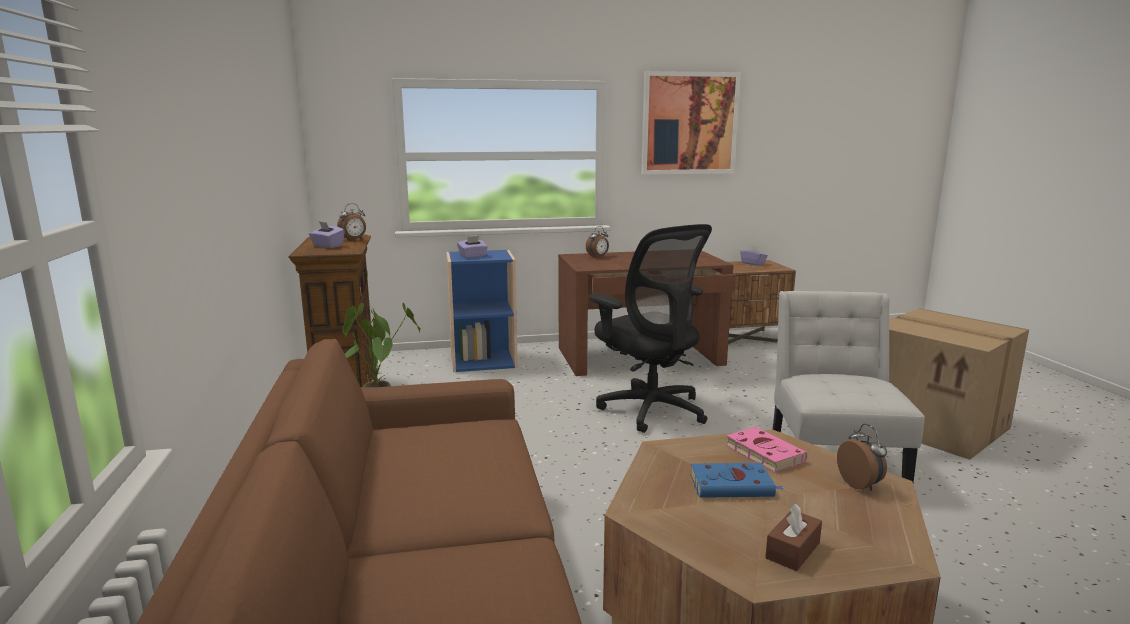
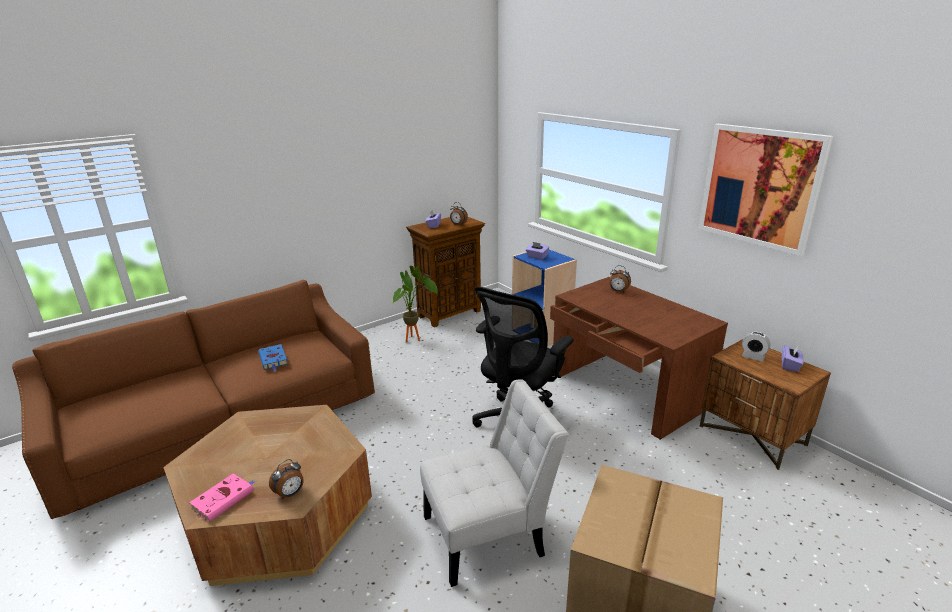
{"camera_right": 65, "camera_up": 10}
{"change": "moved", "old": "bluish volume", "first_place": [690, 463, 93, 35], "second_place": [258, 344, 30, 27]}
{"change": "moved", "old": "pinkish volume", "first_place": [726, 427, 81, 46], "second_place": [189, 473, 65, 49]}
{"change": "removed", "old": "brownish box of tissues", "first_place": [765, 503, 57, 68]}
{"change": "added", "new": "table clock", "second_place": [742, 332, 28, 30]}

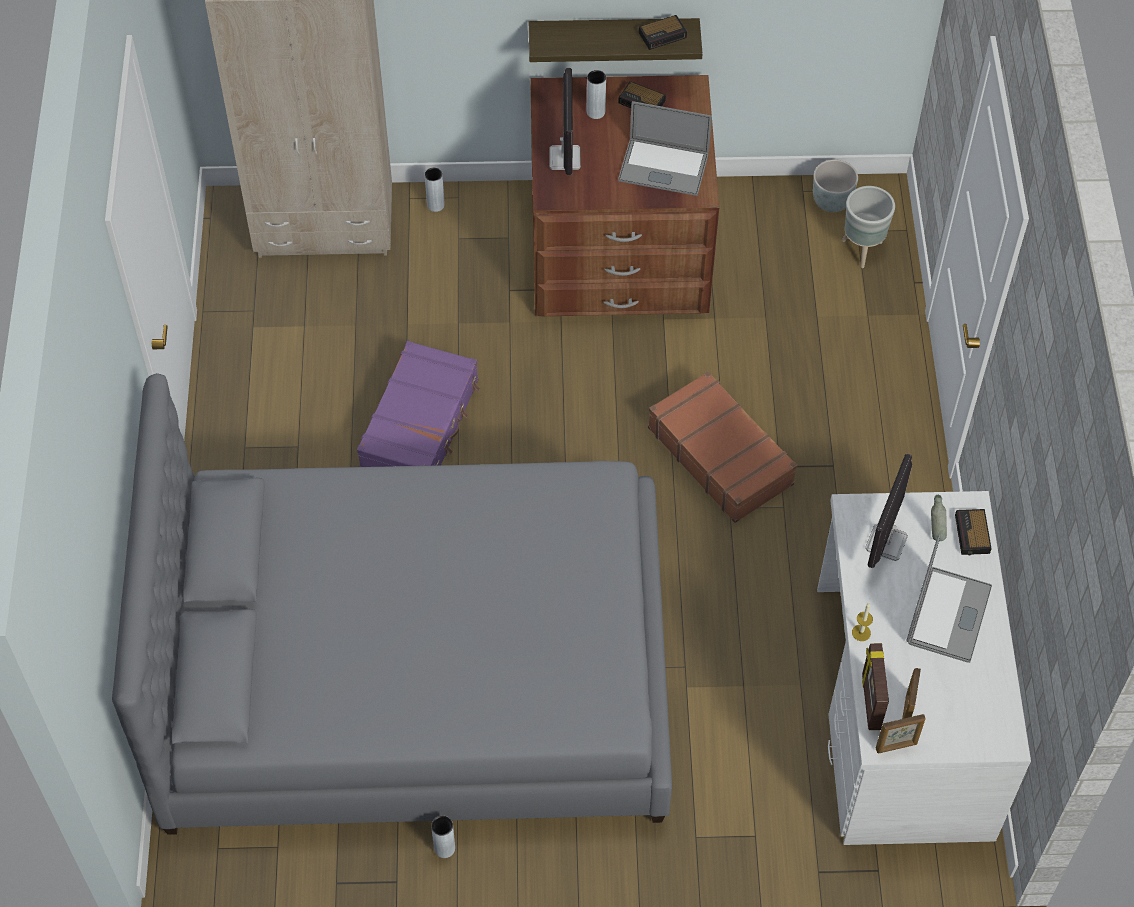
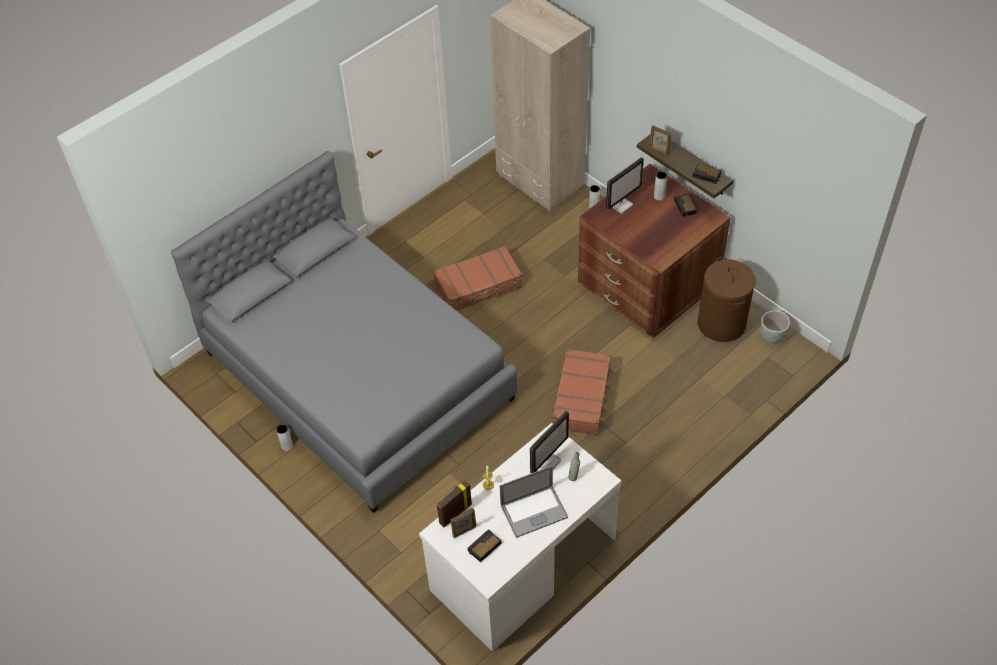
{"camera_right": 50, "camera_up": -5}
{"change": "recoloured", "old": "purple-coloured travel case", "new": "brownish travel case", "first_place": [357, 341, 123, 126], "second_place": [433, 246, 90, 65]}
{"change": "removed", "old": "portable computer", "first_place": [618, 101, 94, 95]}
{"change": "removed", "old": "greyish flower pot", "first_place": [842, 186, 53, 82]}
{"change": "turned", "old": "computer screen", "first_place": [865, 454, 47, 114], "second_place": [530, 411, 39, 62], "degrees": 150}
{"change": "moved", "old": "picture frame", "first_place": [876, 714, 50, 39], "second_place": [649, 126, 22, 29]}
{"change": "moved", "old": "table clock", "first_place": [955, 509, 37, 46], "second_place": [468, 529, 34, 33]}
{"change": "added", "new": "brownish hamper", "second_place": [697, 257, 59, 85]}

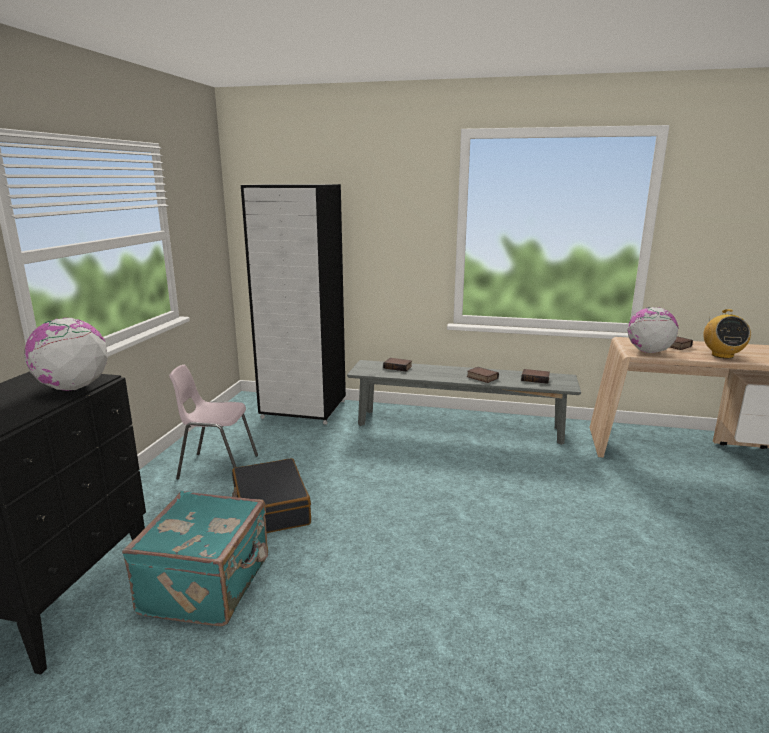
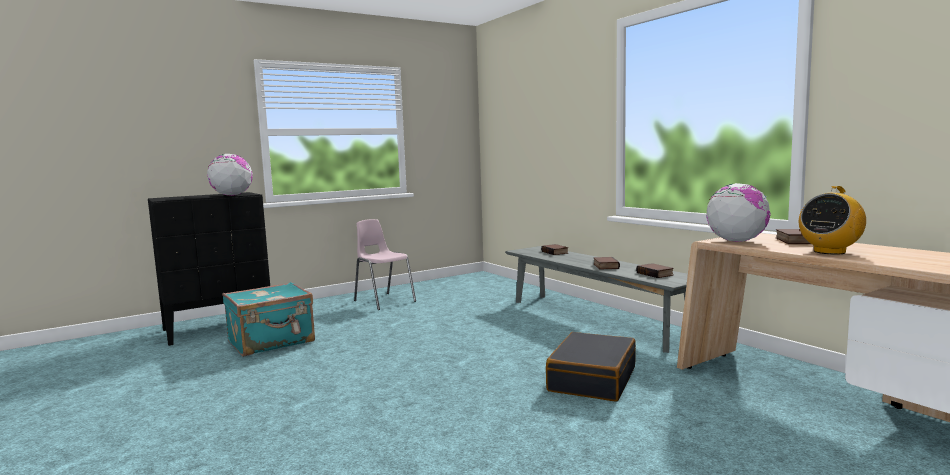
{"camera_right": 45, "camera_up": -10}
{"change": "moved", "old": "black-coloured travel case", "first_place": [232, 458, 79, 75], "second_place": [546, 332, 90, 70]}
{"change": "removed", "old": "wardrobe", "first_place": [241, 184, 105, 241]}

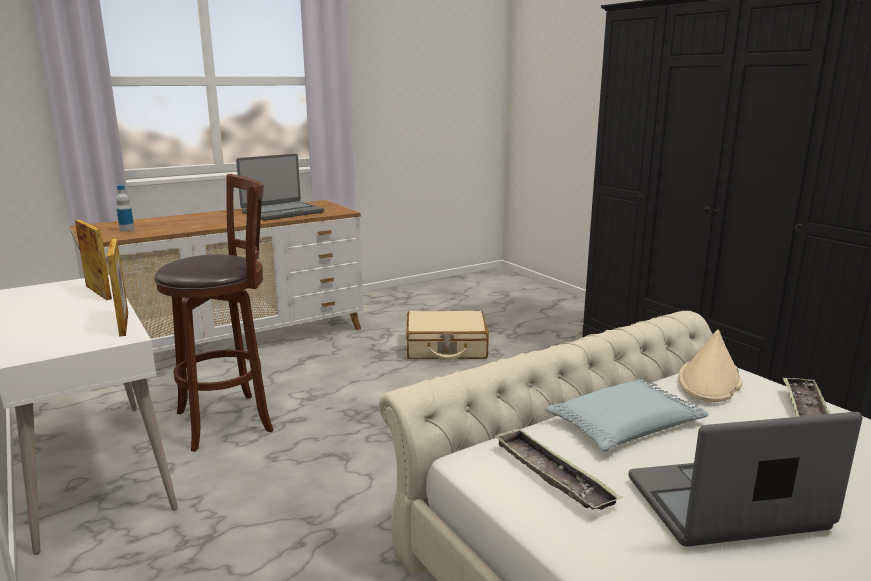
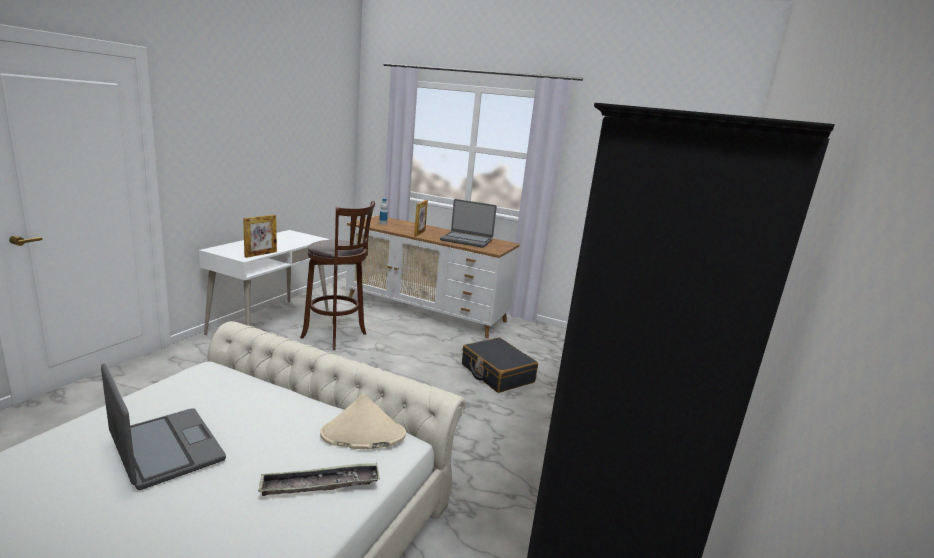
{"camera_right": 55, "camera_up": 0}
{"change": "moved", "old": "picture frame", "first_place": [75, 220, 37, 80], "second_place": [414, 200, 14, 37]}
{"change": "recoloured", "old": "sand-coloured travel case", "new": "black-coloured travel case", "first_place": [406, 311, 83, 50], "second_place": [462, 337, 76, 56]}
{"change": "removed", "old": "carrying tray", "first_place": [493, 427, 129, 83]}
{"change": "removed", "old": "bluish throw pillow", "first_place": [545, 375, 164, 76]}

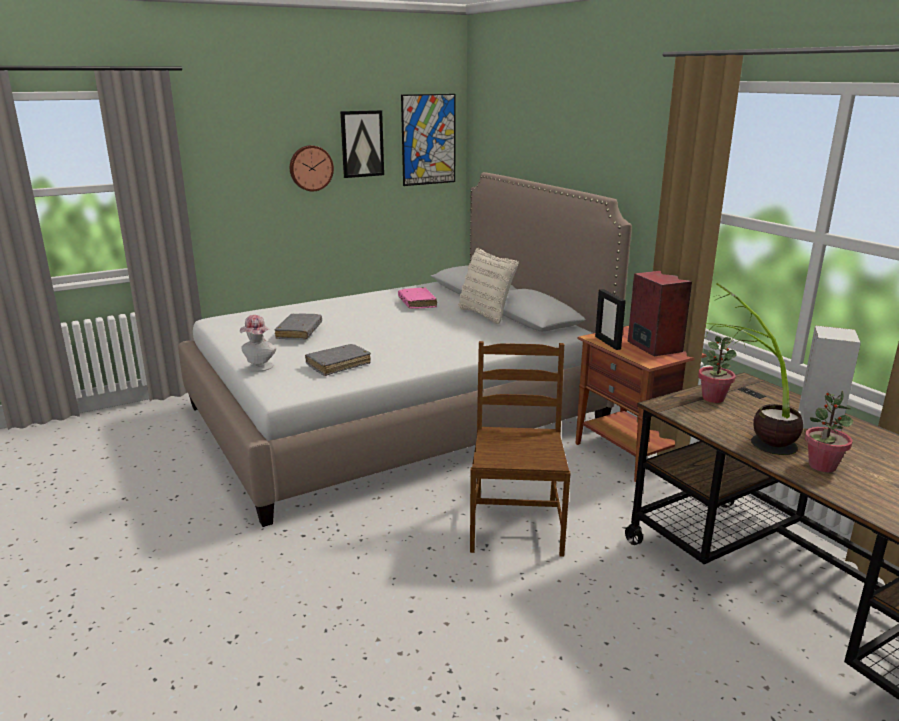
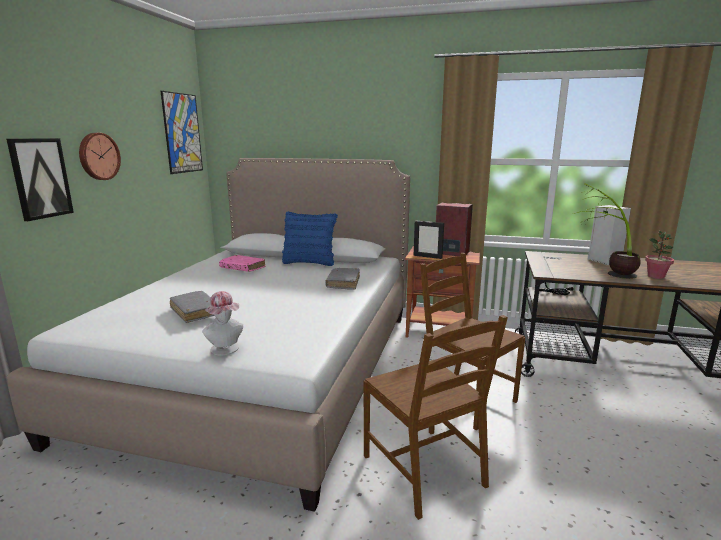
{"camera_right": -45, "camera_up": -5}
{"change": "moved", "old": "greyish volume", "first_place": [305, 344, 66, 32], "second_place": [325, 268, 35, 22]}
{"change": "moved", "old": "picture", "first_place": [340, 110, 44, 68], "second_place": [6, 138, 68, 83]}
{"change": "recoloured", "old": "sand-coloured throw pillow", "new": "bluish throw pillow", "first_place": [458, 248, 61, 76], "second_place": [282, 211, 56, 55]}
{"change": "removed", "old": "potted plant", "first_place": [698, 336, 39, 67]}
{"change": "added", "new": "brownish upright chair", "second_place": [364, 315, 144, 205]}

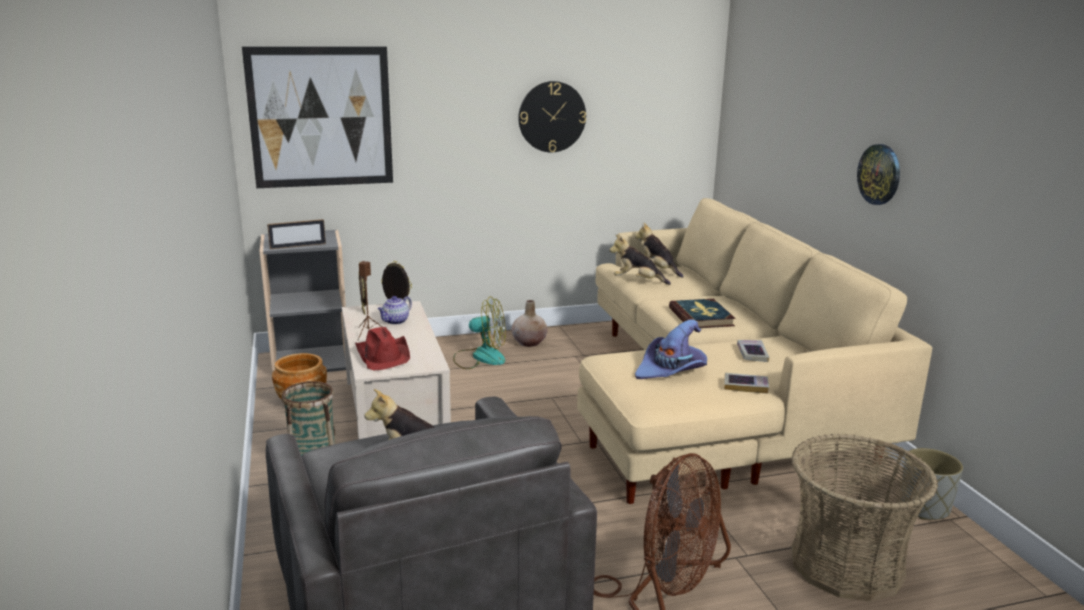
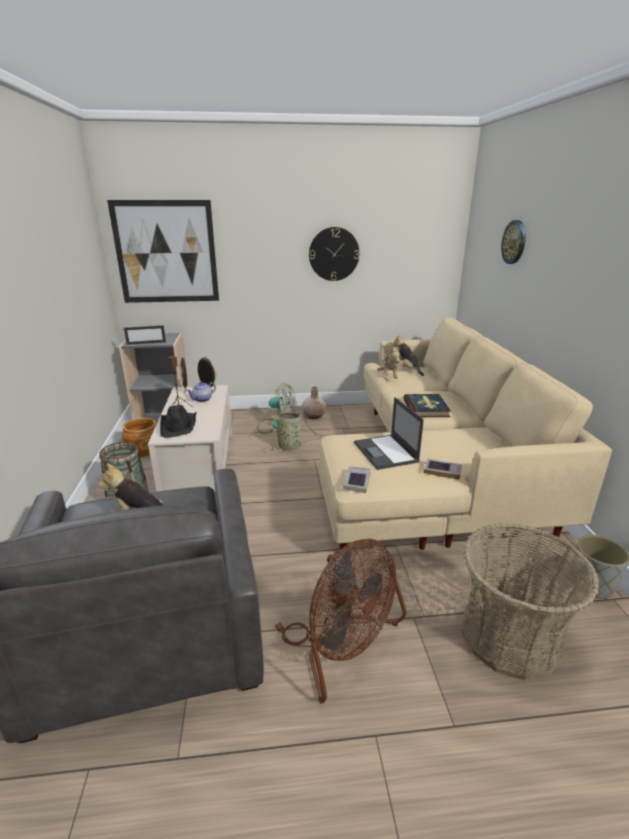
{"camera_right": 10, "camera_up": 5}
{"change": "recoloured", "old": "red clothing hat", "new": "black-coloured clothing hat", "first_place": [355, 327, 55, 43], "second_place": [160, 405, 37, 33]}
{"change": "turned", "old": "soft toy", "first_place": [609, 235, 62, 50], "second_place": [377, 348, 23, 30], "degrees": -120}
{"change": "replaced", "old": "purple-coloured clothing hat", "new": "portable computer", "first_place": [635, 319, 72, 60], "second_place": [354, 397, 70, 73]}
{"change": "moved", "old": "volume", "first_place": [737, 340, 32, 22], "second_place": [343, 466, 28, 27]}
{"change": "moved", "old": "wall clock", "first_place": [857, 144, 43, 61], "second_place": [501, 220, 25, 44]}
{"change": "added", "new": "basket", "second_place": [266, 412, 56, 39]}

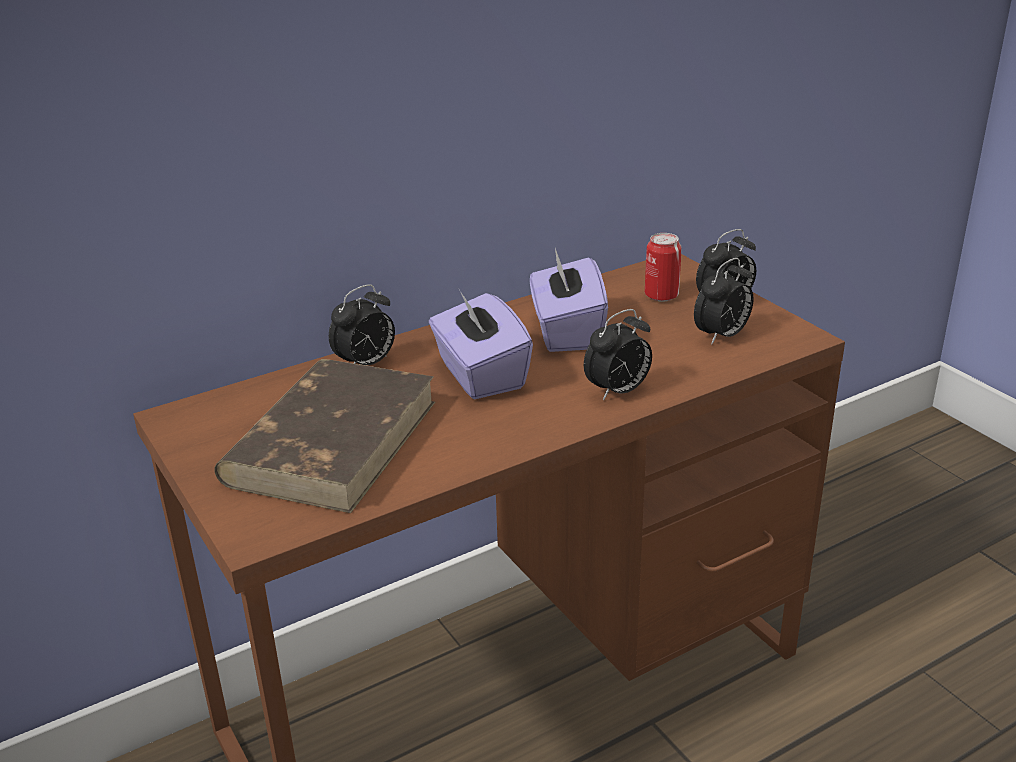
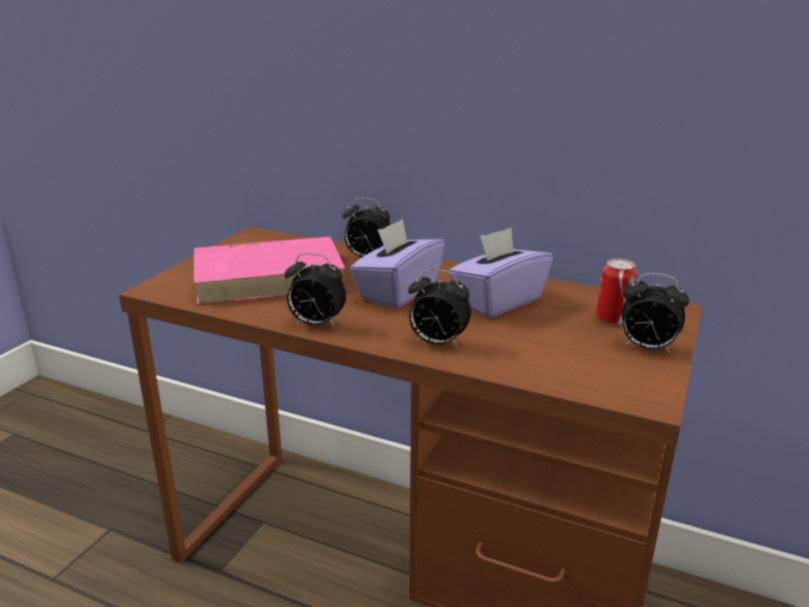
{"camera_right": 55, "camera_up": -5}
{"change": "recoloured", "old": "brownish volume", "new": "pinkish volume", "first_place": [215, 359, 220, 154], "second_place": [194, 237, 152, 68]}
{"change": "moved", "old": "table clock", "first_place": [694, 258, 59, 87], "second_place": [284, 253, 63, 75]}

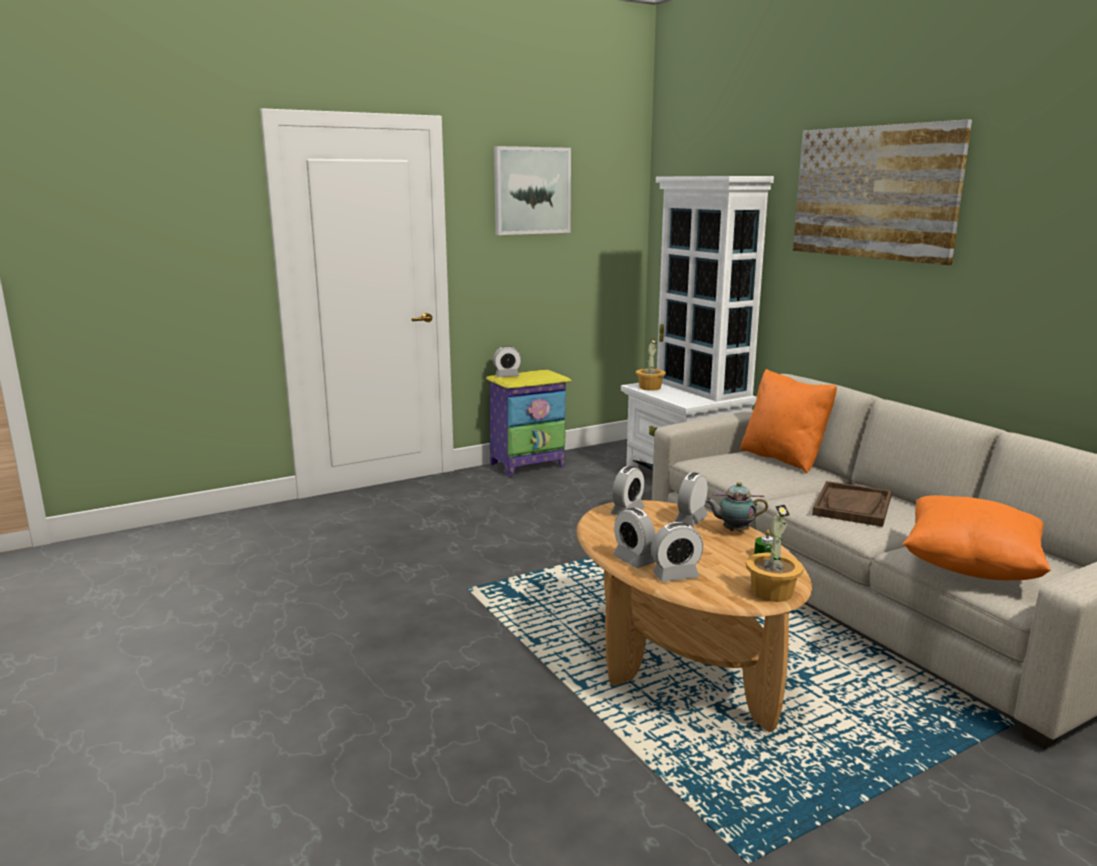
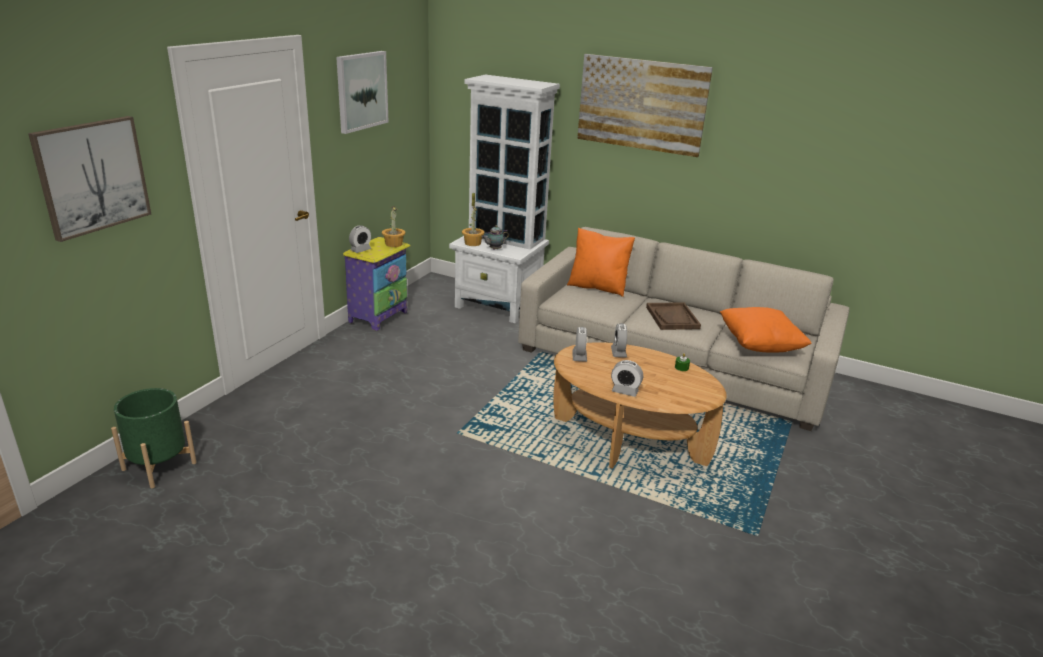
{"camera_right": -35, "camera_up": 10}
{"change": "removed", "old": "table clock", "first_place": [651, 522, 52, 60]}
{"change": "moved", "old": "pot for tea", "first_place": [705, 482, 63, 50], "second_place": [482, 225, 27, 25]}
{"change": "moved", "old": "potted plant", "first_place": [746, 505, 57, 97], "second_place": [382, 206, 23, 41]}
{"change": "added", "new": "picture", "second_place": [28, 116, 123, 126]}
{"change": "added", "new": "green-coloured flower pot", "second_place": [111, 388, 86, 100]}

